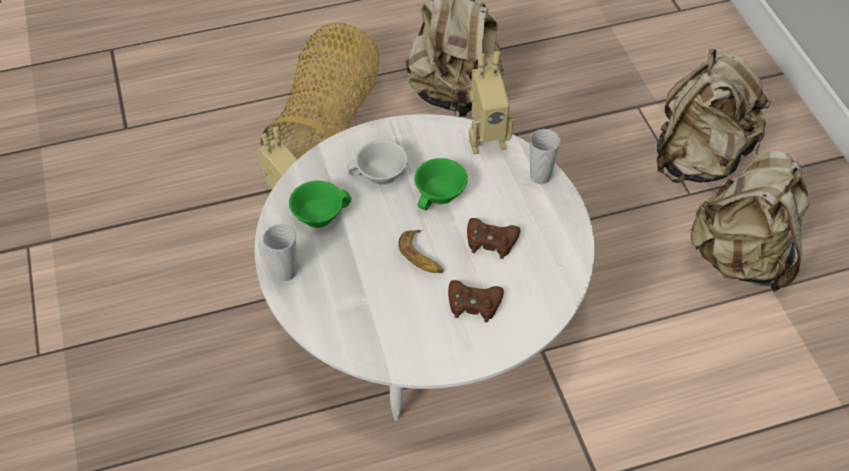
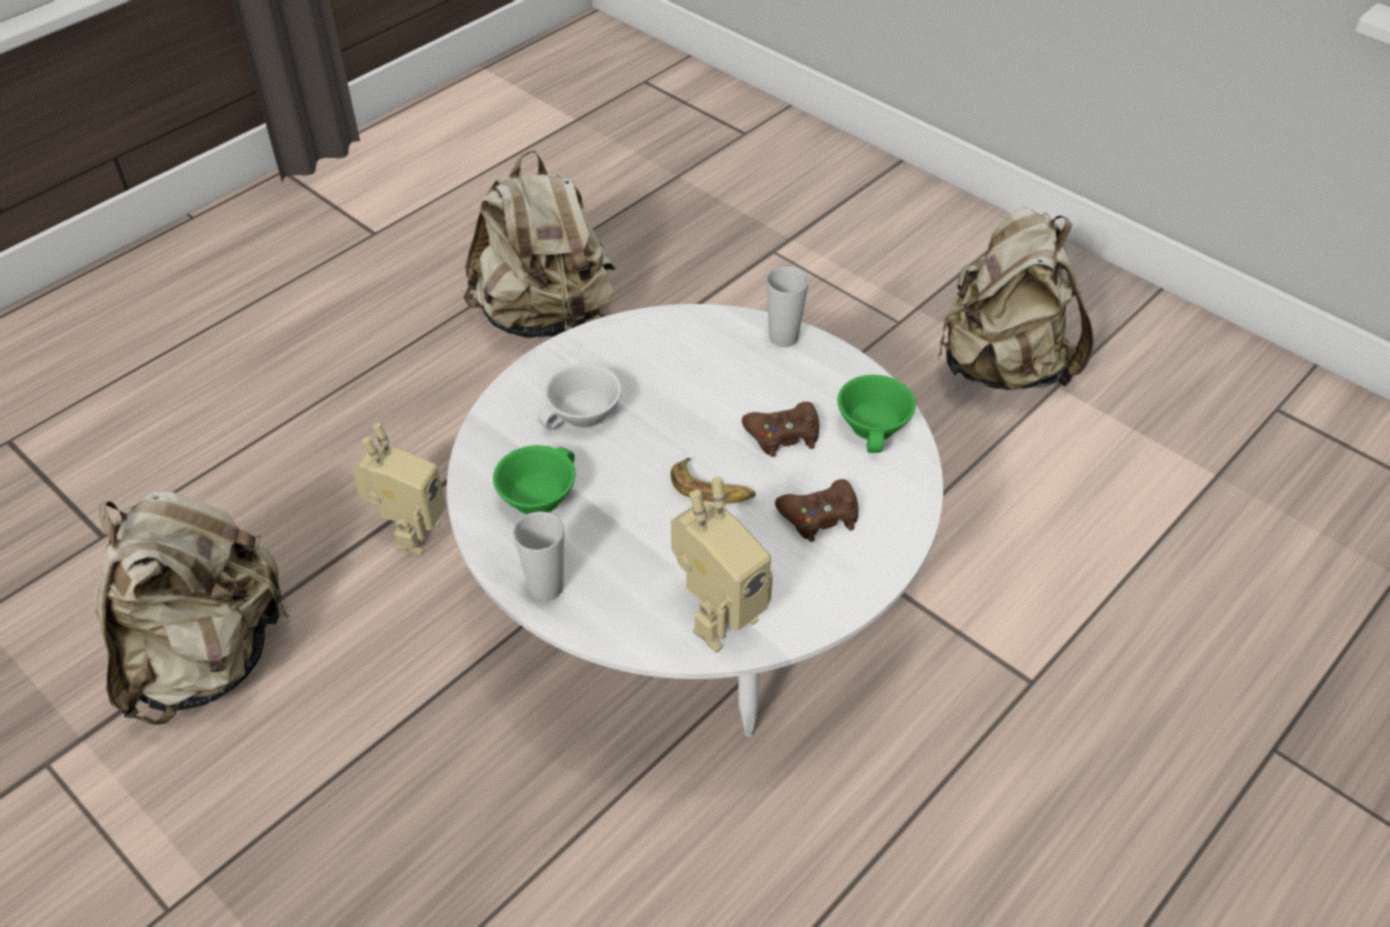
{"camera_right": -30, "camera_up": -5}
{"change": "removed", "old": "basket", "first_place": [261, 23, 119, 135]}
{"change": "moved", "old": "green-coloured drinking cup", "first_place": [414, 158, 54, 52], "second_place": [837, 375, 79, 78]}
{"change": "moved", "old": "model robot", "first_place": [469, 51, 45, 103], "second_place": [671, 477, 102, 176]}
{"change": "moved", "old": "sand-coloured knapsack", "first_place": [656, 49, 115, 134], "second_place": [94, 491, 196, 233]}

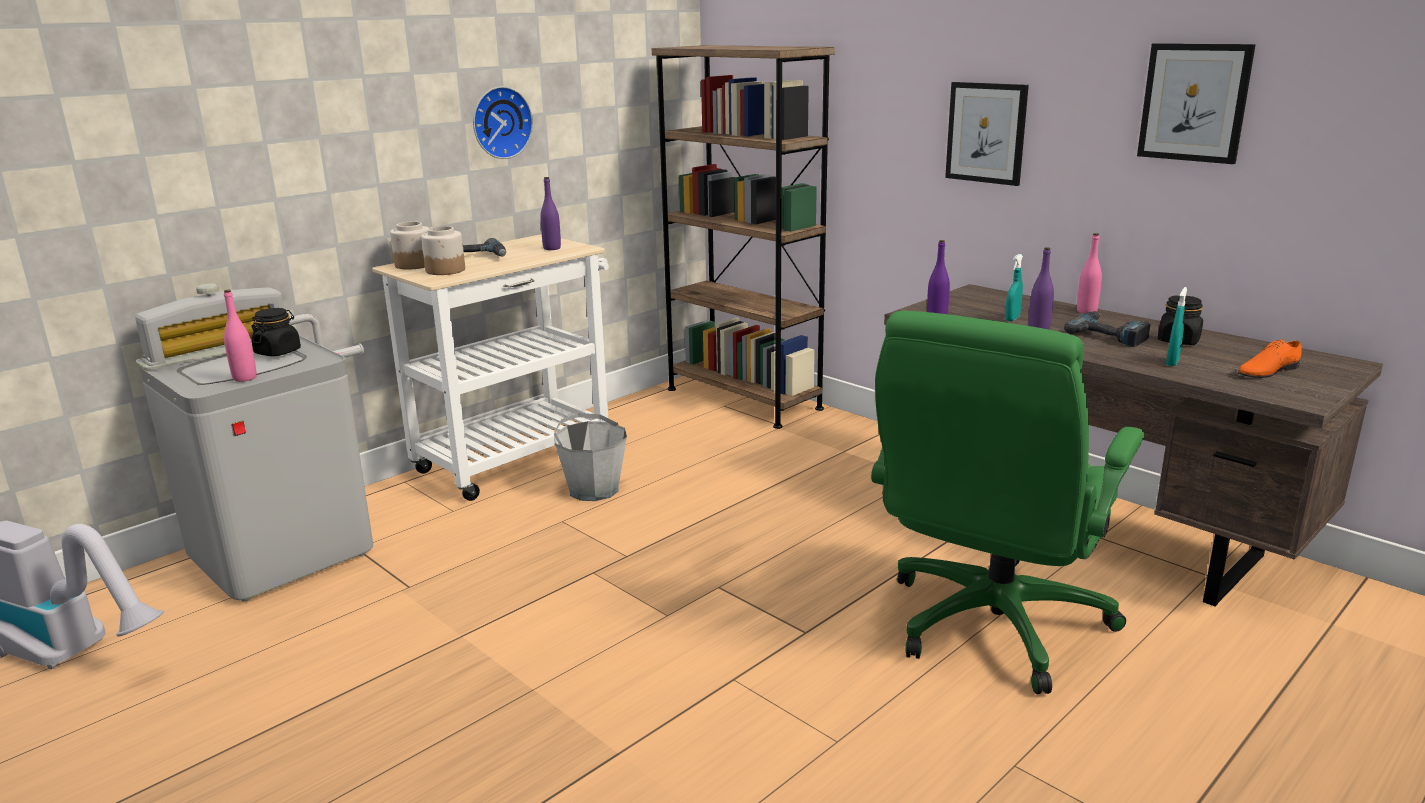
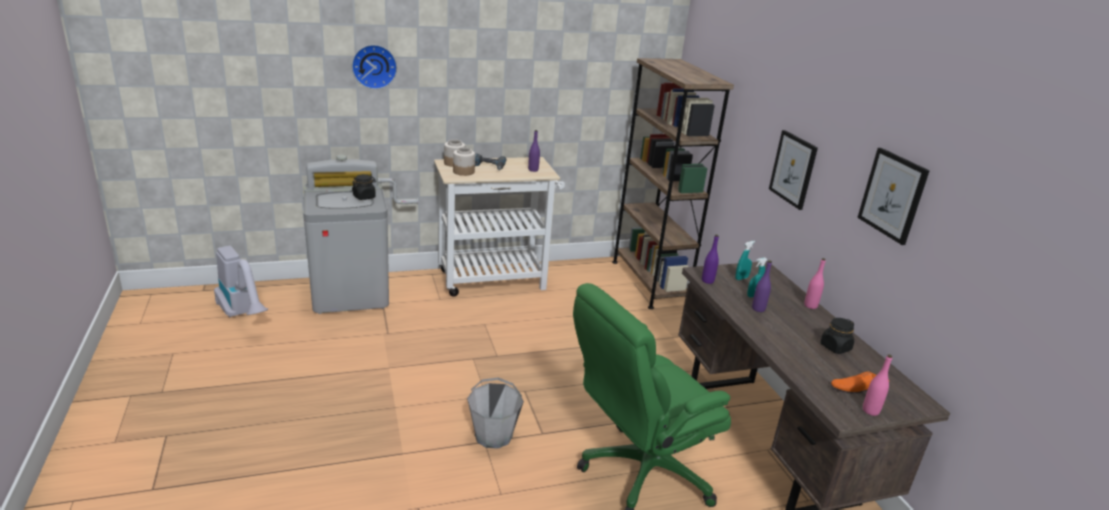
{"camera_right": 25, "camera_up": 5}
{"change": "moved", "old": "pinkish beverage bottle", "first_place": [224, 290, 33, 92], "second_place": [863, 354, 29, 62]}
{"change": "moved", "old": "wall clock", "first_place": [473, 86, 60, 73], "second_place": [352, 45, 45, 44]}
{"change": "moved", "old": "greyish bucket", "first_place": [554, 413, 73, 88], "second_place": [467, 378, 57, 71]}
{"change": "removed", "old": "power drill", "first_place": [1064, 311, 87, 36]}
{"change": "moved", "old": "blue-green sprayer", "first_place": [1166, 287, 21, 79], "second_place": [735, 241, 20, 39]}

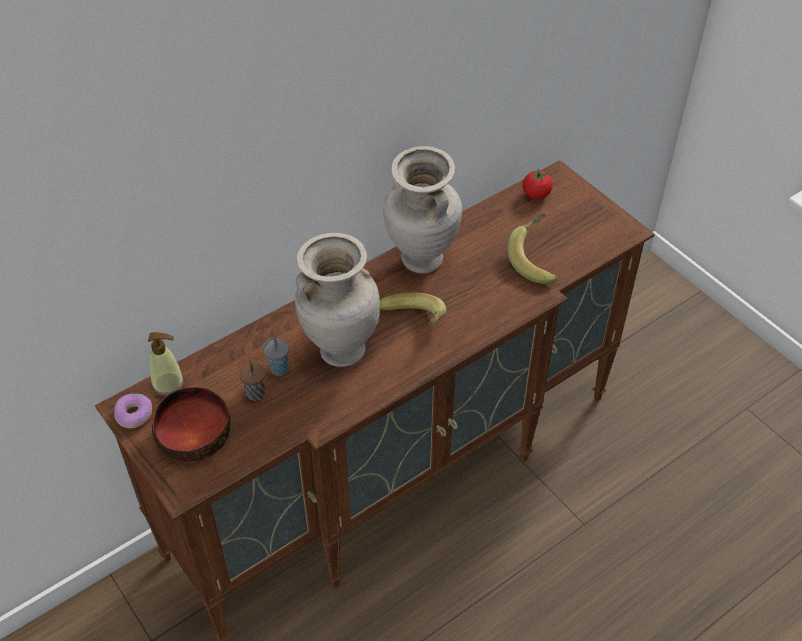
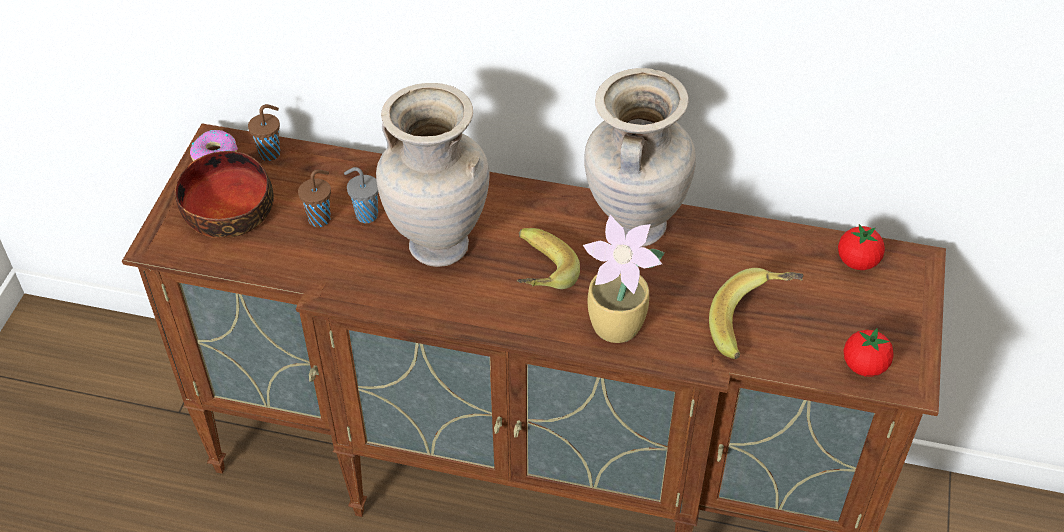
{"camera_right": 50, "camera_up": 0}
{"change": "replaced", "old": "liquid soap bottle", "new": "brownish drinking cup", "first_place": [148, 332, 36, 65], "second_place": [248, 104, 32, 57]}
{"change": "added", "new": "potted plant", "second_place": [583, 214, 81, 129]}
{"change": "added", "new": "whole tomato", "second_place": [843, 328, 51, 49]}

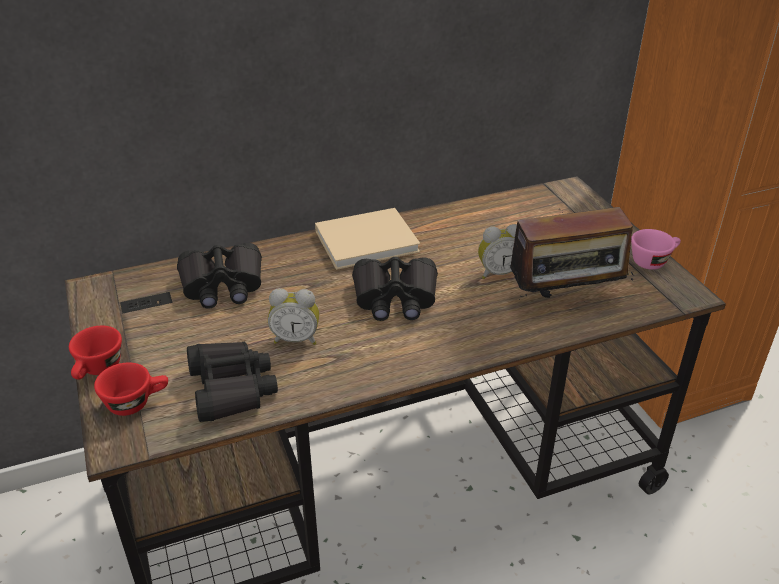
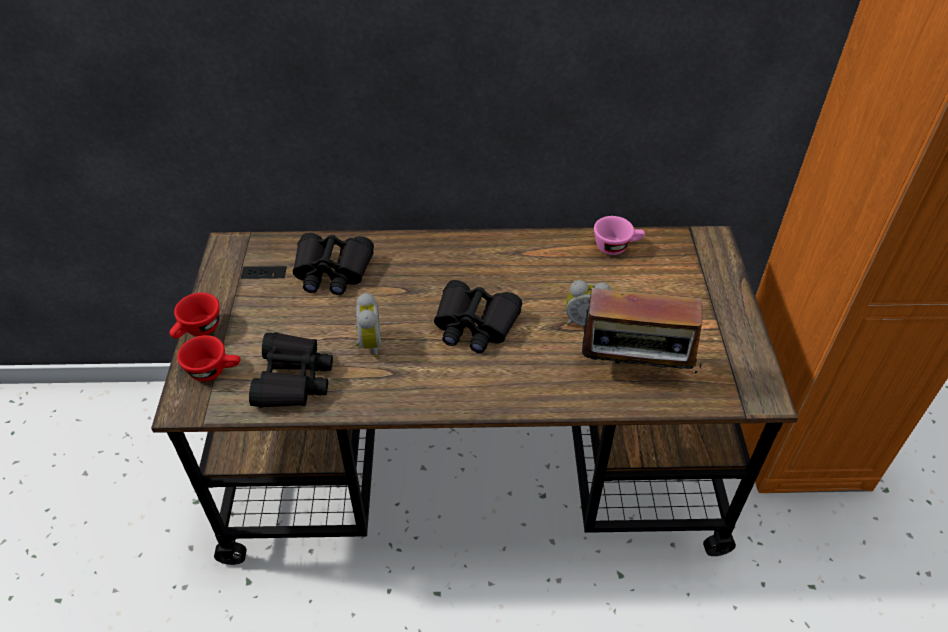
{"camera_right": 20, "camera_up": 10}
{"change": "turned", "old": "table clock", "first_place": [268, 288, 51, 57], "second_place": [355, 292, 26, 66], "degrees": -120}
{"change": "removed", "old": "sand-coloured volume", "first_place": [315, 208, 105, 62]}
{"change": "moved", "old": "pinkish drinking cup", "first_place": [631, 229, 50, 41], "second_place": [594, 216, 51, 39]}

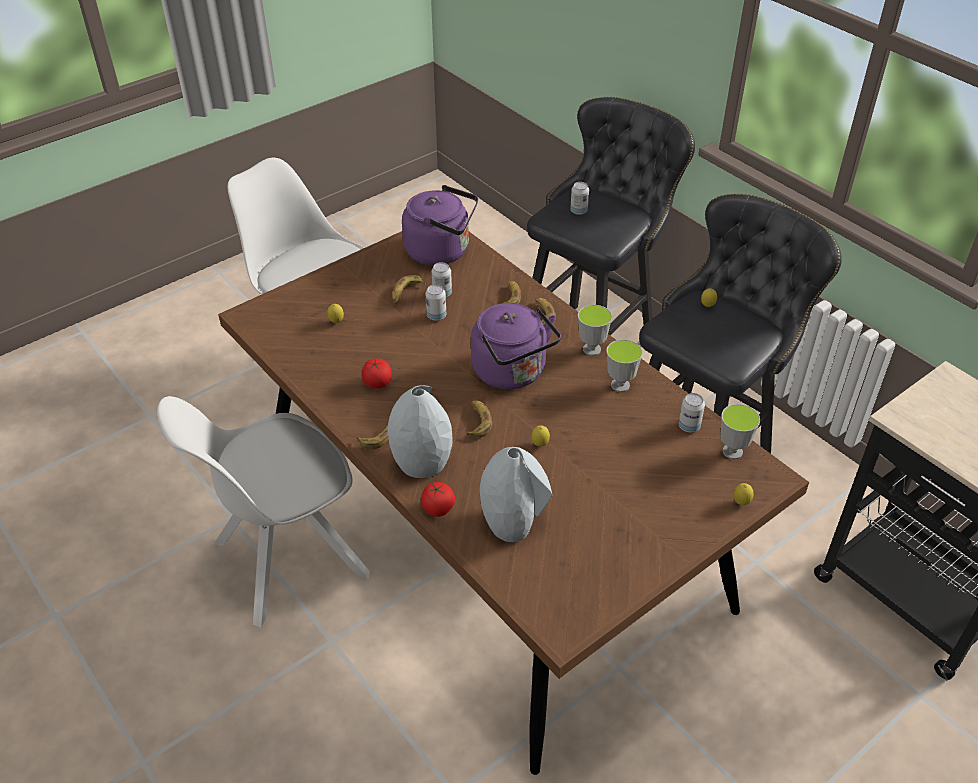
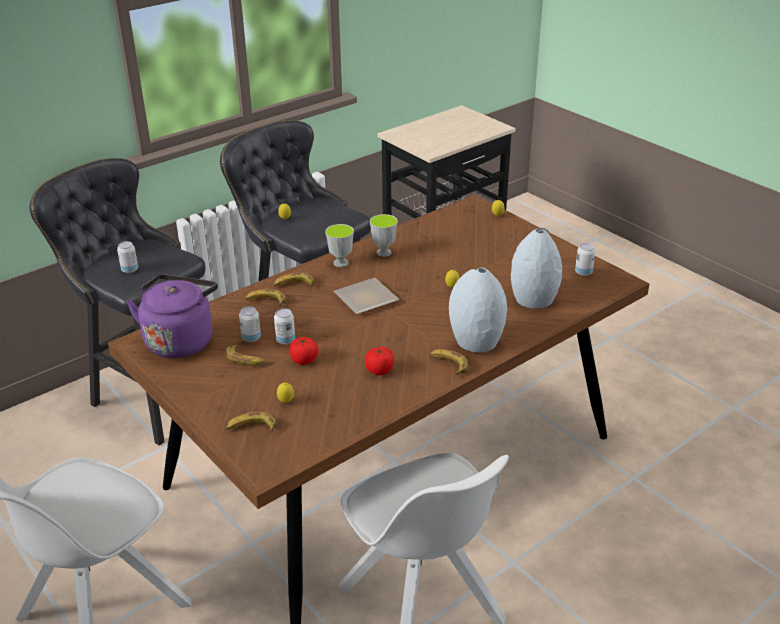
{"camera_right": -90, "camera_up": -10}
{"change": "moved", "old": "whole tomato", "first_place": [421, 482, 34, 35], "second_place": [290, 337, 29, 28]}
{"change": "moved", "old": "whole banana", "first_place": [466, 400, 26, 38], "second_place": [226, 411, 51, 21]}
{"change": "replaced", "old": "purple-coloured tea kettle", "new": "flat dish", "first_place": [471, 303, 90, 86], "second_place": [333, 278, 66, 37]}
{"change": "moved", "old": "can", "first_place": [678, 393, 27, 39], "second_place": [575, 243, 20, 33]}
{"change": "removed", "old": "drinking cup", "first_place": [720, 404, 40, 55]}

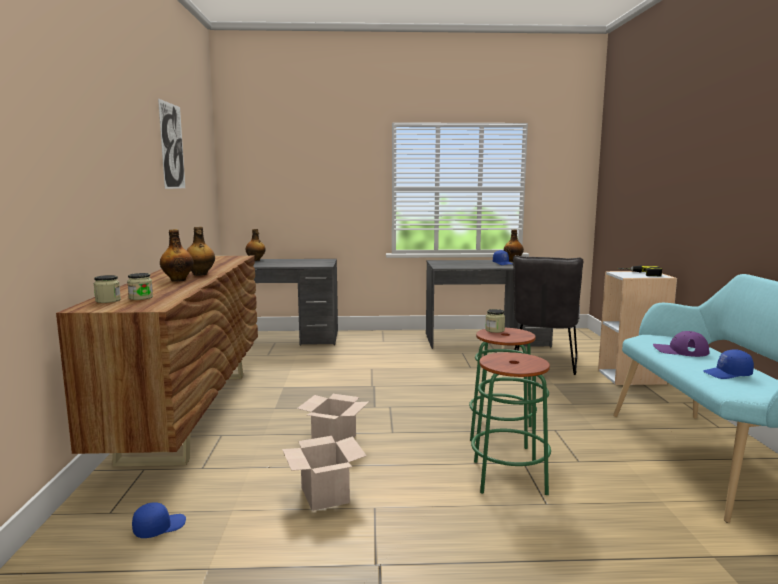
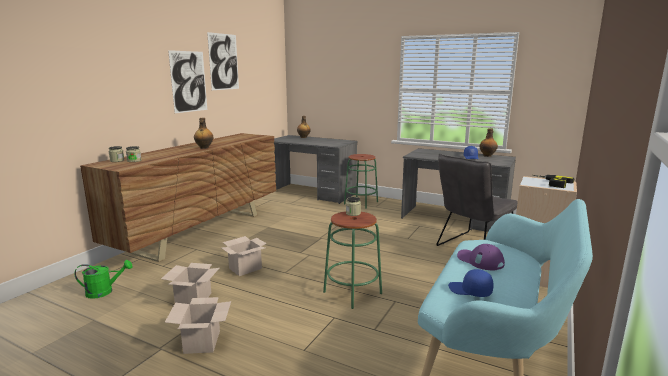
{"camera_right": 30, "camera_up": 5}
{"change": "replaced", "old": "bluish cap", "new": "green-coloured sprinkling can", "first_place": [132, 502, 54, 36], "second_place": [75, 260, 58, 39]}
{"change": "removed", "old": "beverage bottle", "first_place": [160, 229, 33, 53]}
{"change": "moved", "old": "green-coloured sitting stool", "first_place": [471, 352, 80, 143], "second_place": [344, 154, 34, 55]}
{"change": "added", "new": "packing box", "second_place": [165, 297, 66, 57]}
{"change": "added", "new": "picture", "second_place": [168, 50, 39, 63]}

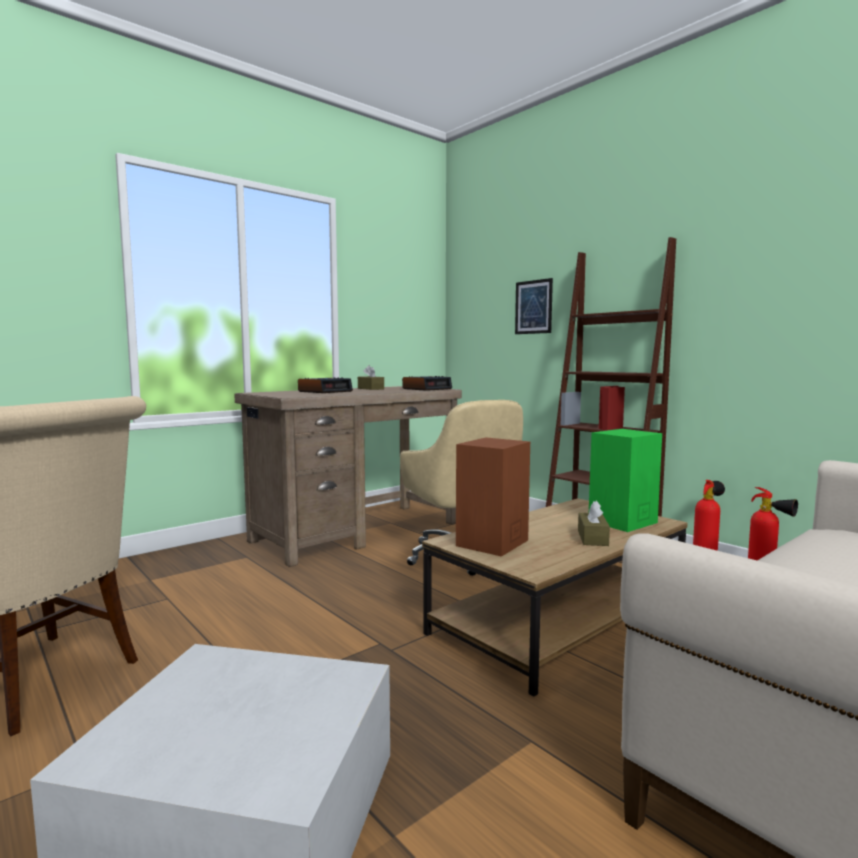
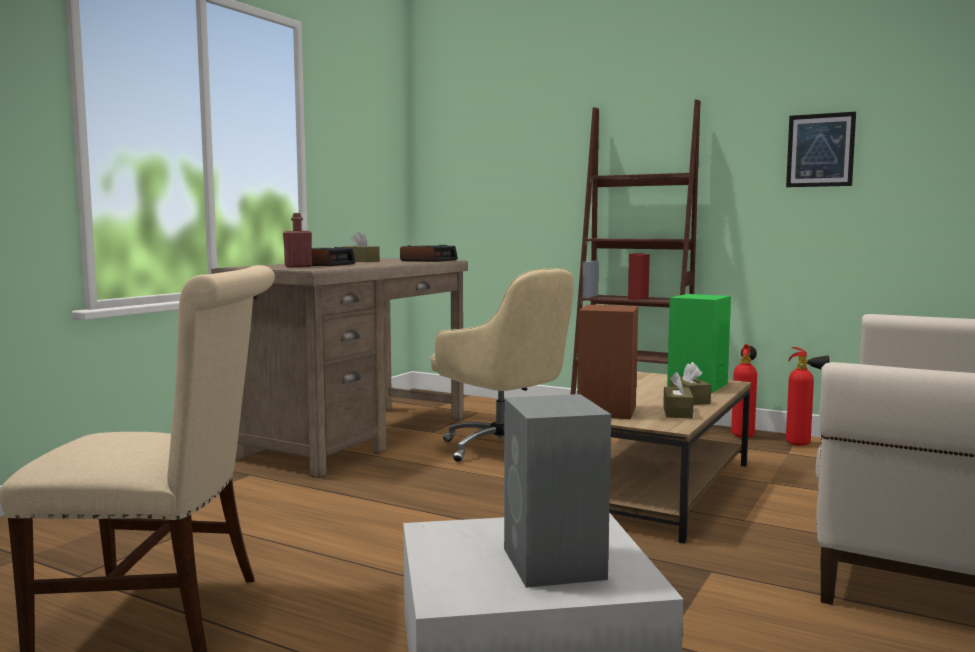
{"camera_right": -20, "camera_up": 0}
{"change": "moved", "old": "picture", "first_place": [515, 278, 38, 56], "second_place": [786, 112, 70, 75]}
{"change": "added", "new": "red beverage bottle", "second_place": [283, 213, 29, 54]}
{"change": "added", "new": "greyish audio speaker", "second_place": [504, 394, 107, 194]}
{"change": "added", "new": "brownish box of tissues", "second_place": [663, 372, 31, 46]}

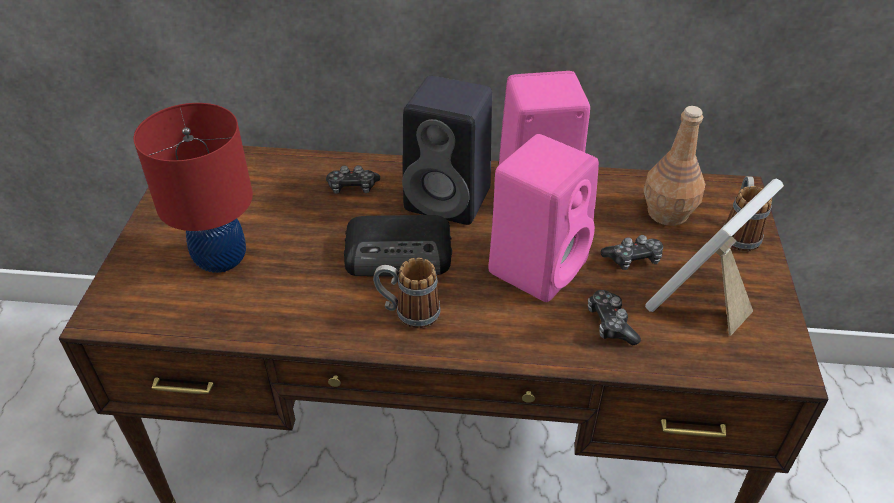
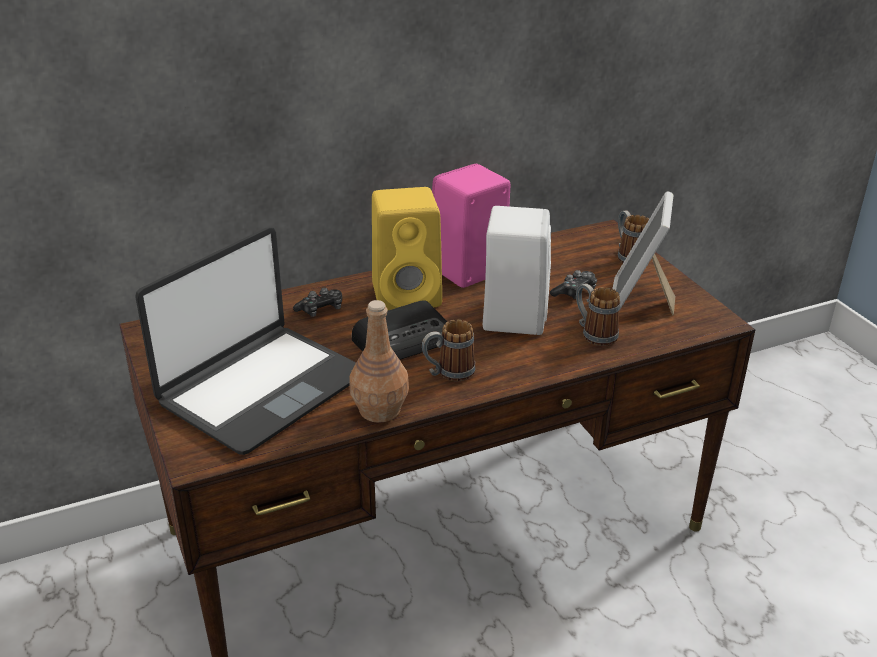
{"camera_right": -30, "camera_up": -10}
{"change": "replaced", "old": "red lamp for a table", "new": "portable computer", "first_place": [134, 103, 119, 170], "second_place": [135, 227, 221, 228]}
{"change": "recoloured", "old": "black-coloured audio speaker", "new": "yellow audio speaker", "first_place": [402, 76, 90, 149], "second_place": [372, 187, 70, 123]}
{"change": "recoloured", "old": "pinkish audio speaker", "new": "white-coloured audio speaker", "first_place": [488, 134, 111, 168], "second_place": [483, 206, 68, 129]}
{"change": "replaced", "old": "game controller", "new": "mug", "first_place": [588, 290, 53, 55], "second_place": [576, 283, 44, 63]}
{"change": "moved", "old": "brownish beverage bottle", "first_place": [643, 106, 62, 120], "second_place": [349, 300, 60, 123]}

